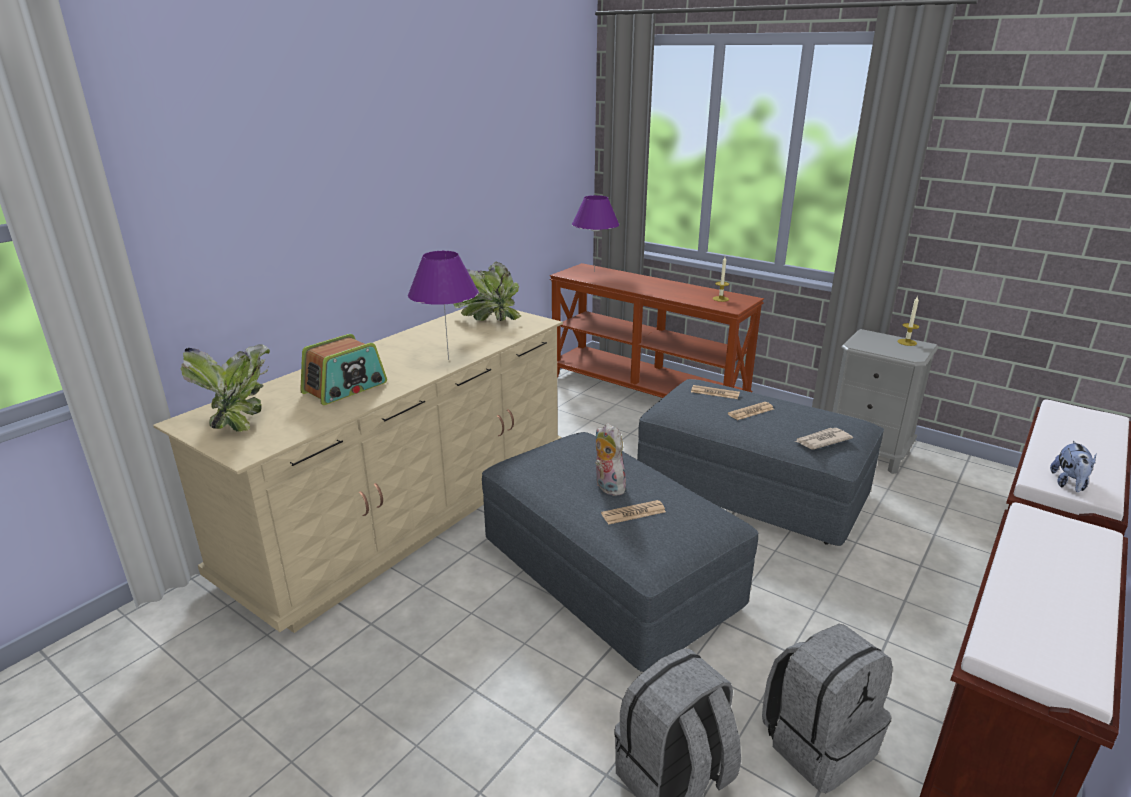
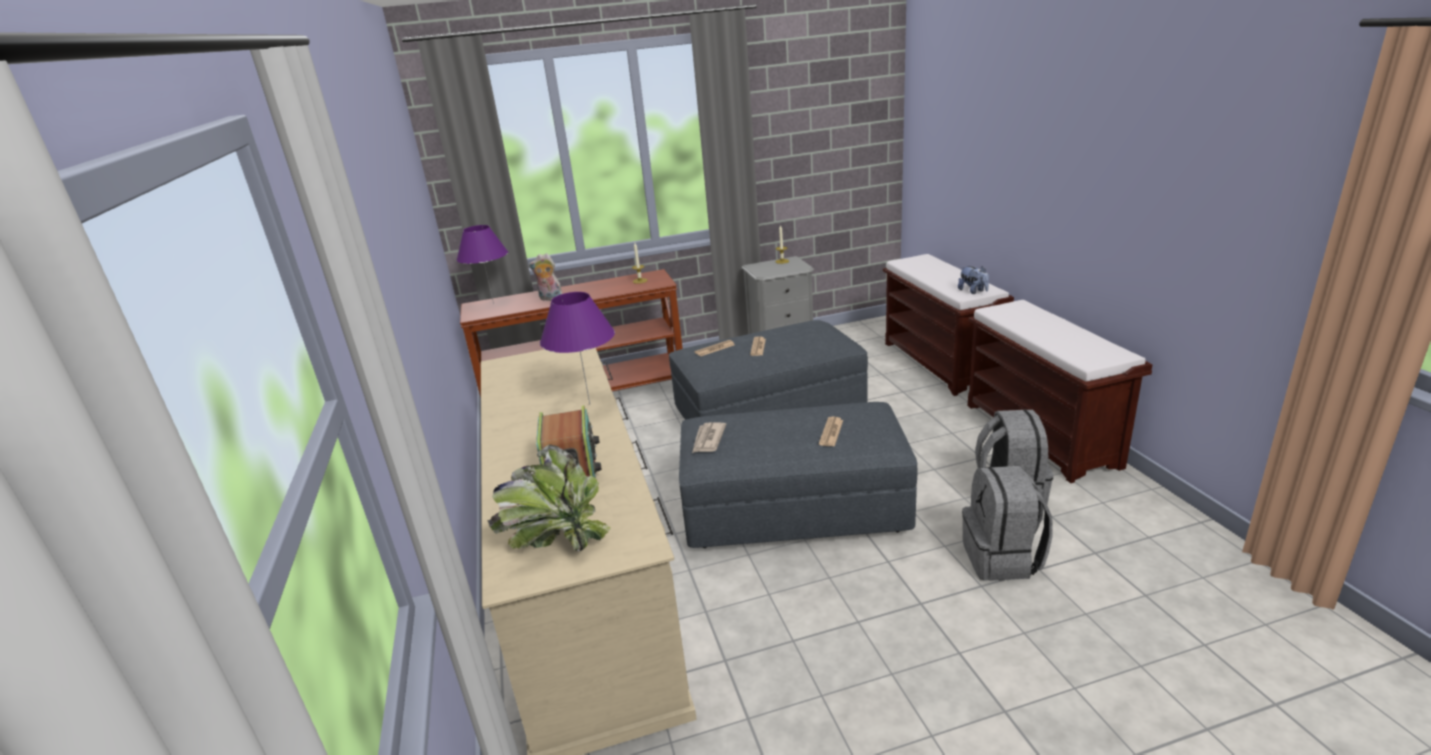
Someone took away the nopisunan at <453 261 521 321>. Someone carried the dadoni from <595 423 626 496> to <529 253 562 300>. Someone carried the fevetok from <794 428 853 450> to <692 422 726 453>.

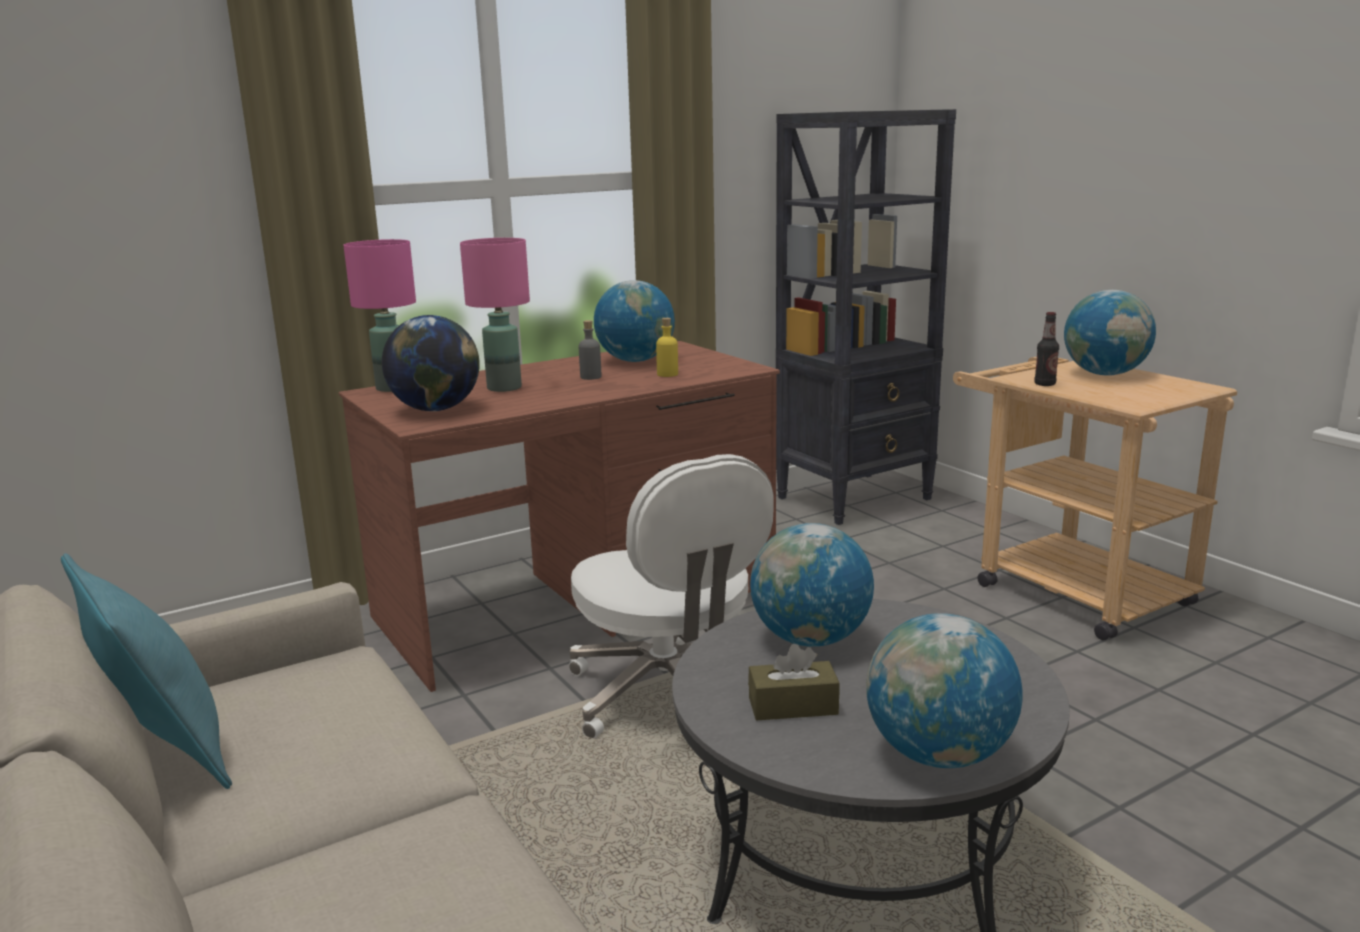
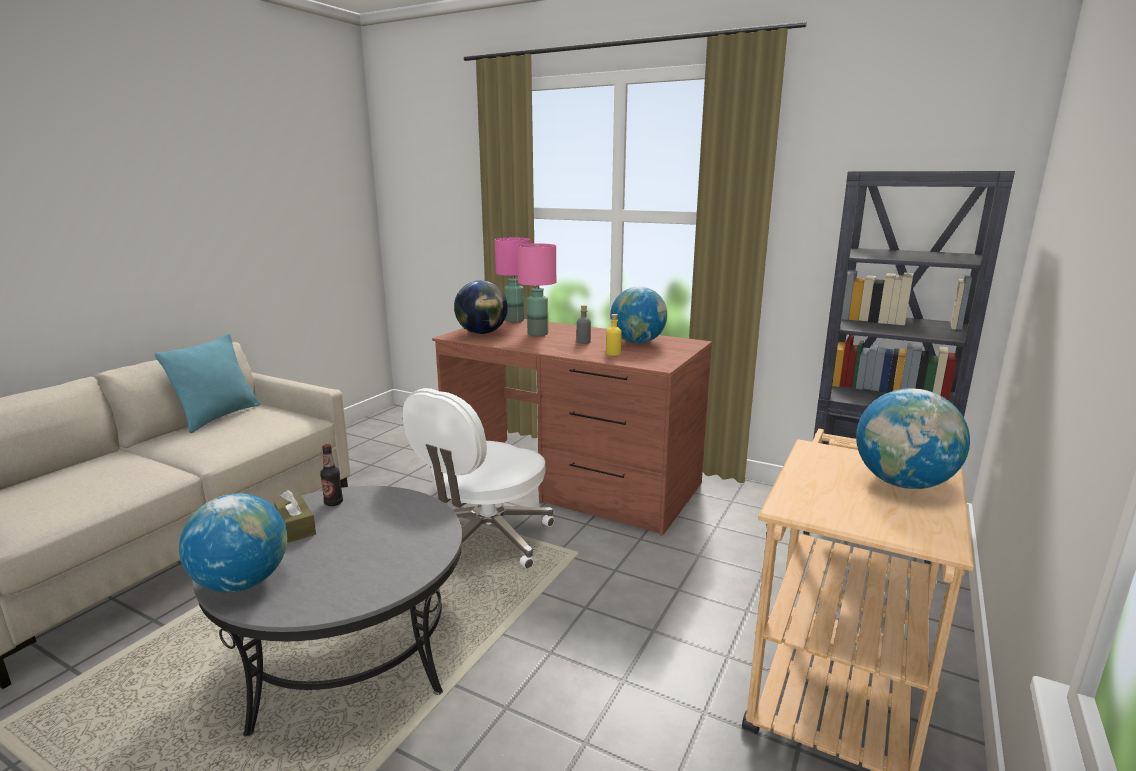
Someone carried the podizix from <1034 312 1059 386> to <320 444 343 506>. Someone took away the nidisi at <750 523 874 647>.

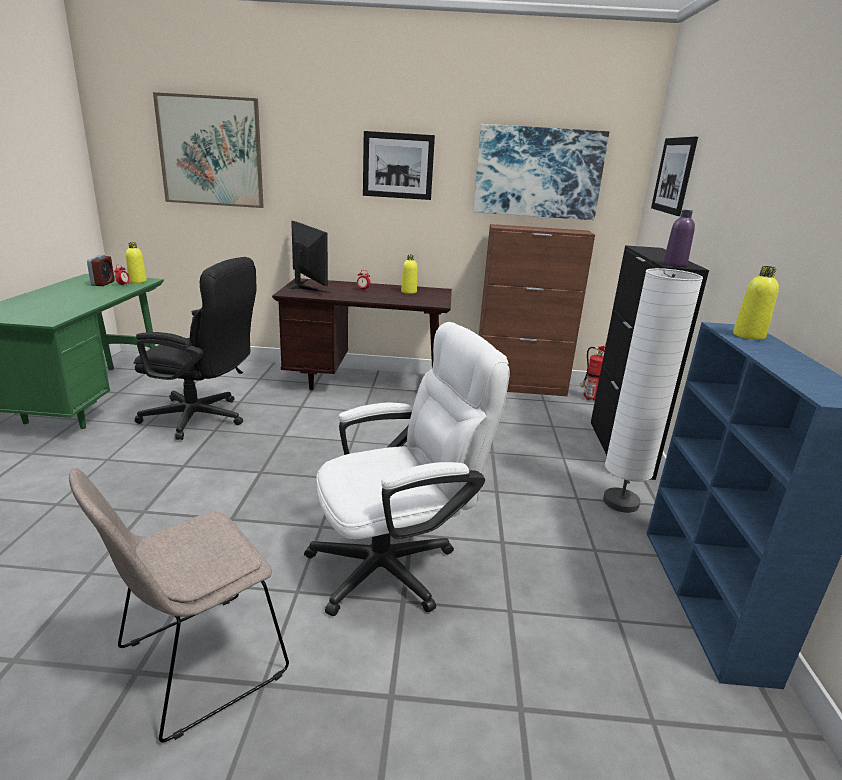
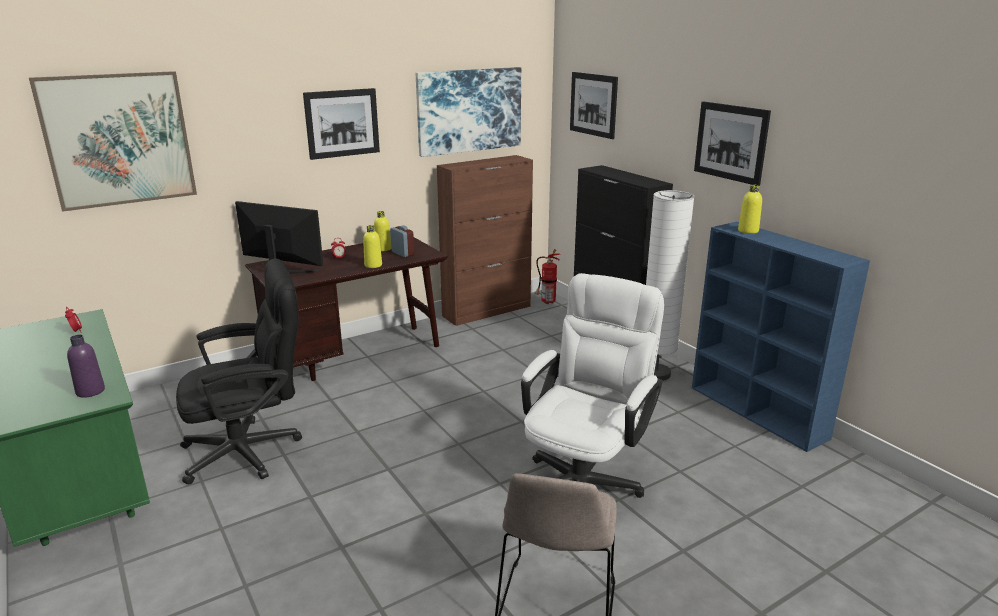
Someone carried the podizix (purple) from <663 210 695 267> to <67 335 105 398>. Someone carried the podizix (yellow) from <126 242 147 283> to <363 225 382 268>. Someone carried the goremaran from <87 255 115 286> to <390 225 414 257>. Someone put up the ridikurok at <694 102 771 186>.

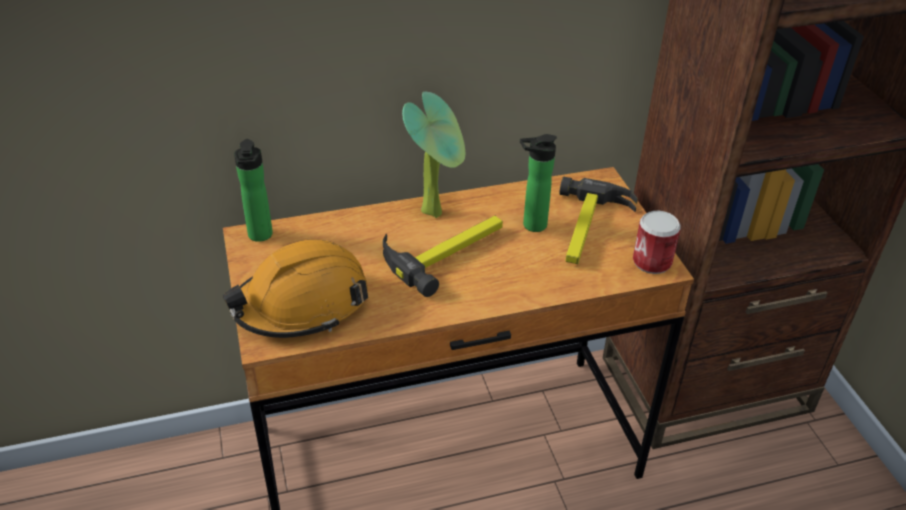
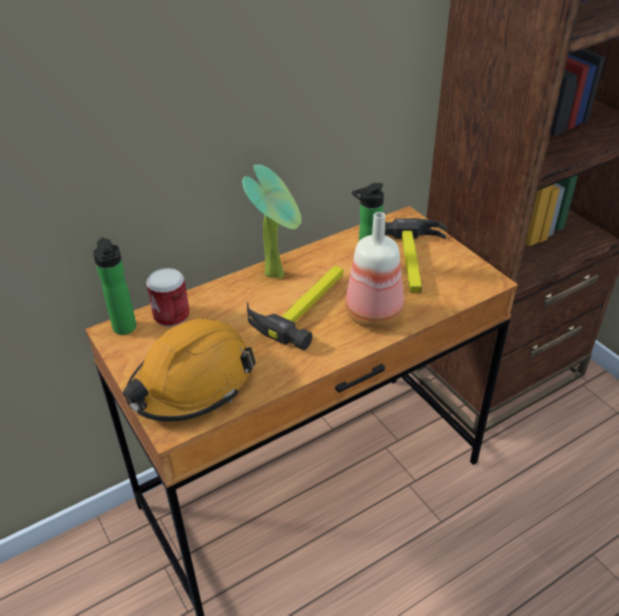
Someone carried the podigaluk from <633 211 681 274> to <146 268 190 327>. Someone put down the podizix at <345 212 404 328>.

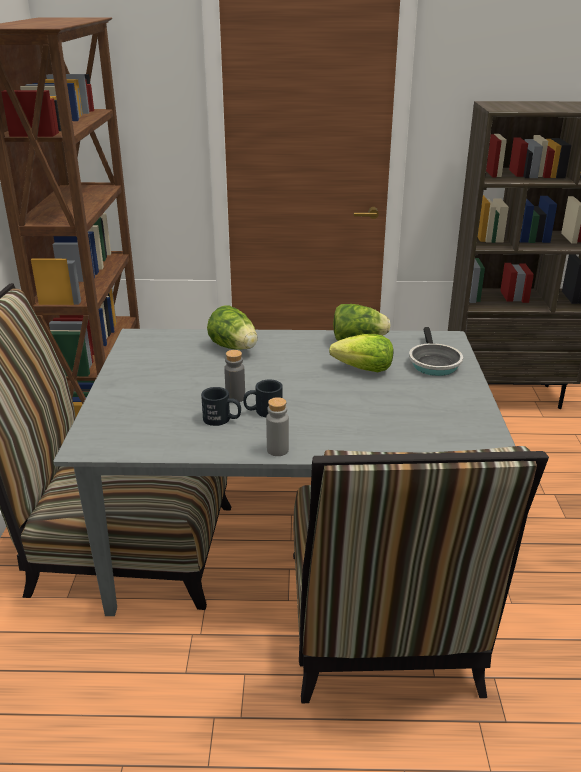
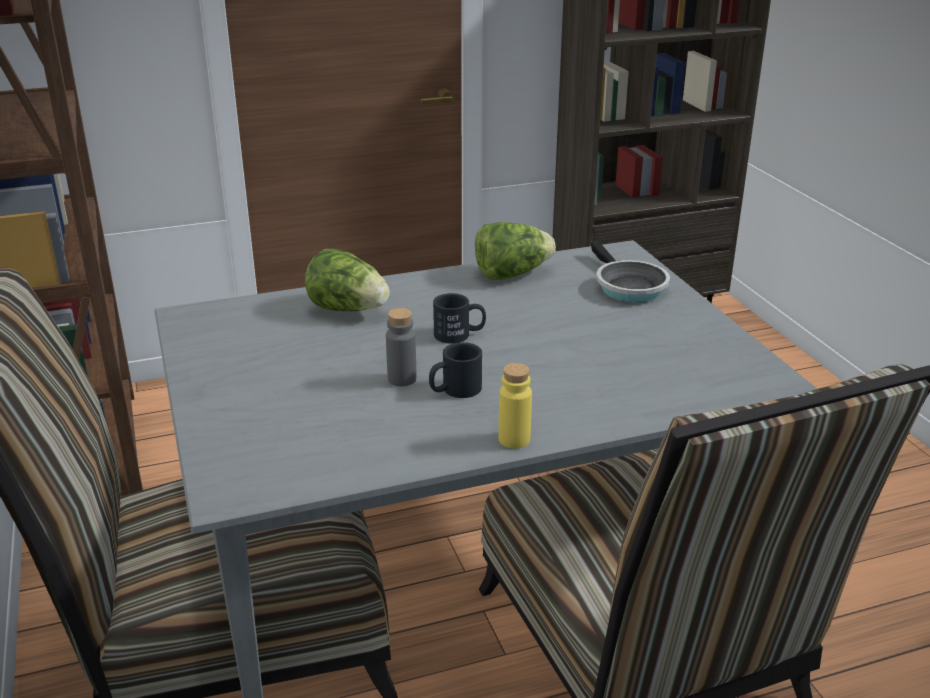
Someone took away the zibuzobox at <329 334 394 372>. Someone carried the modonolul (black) from <201 387 241 426> to <433 293 486 343>. Someone repainted the podizix (grey) at <266 397 289 456>, which became the podizix (yellow) at <499 363 532 449>.

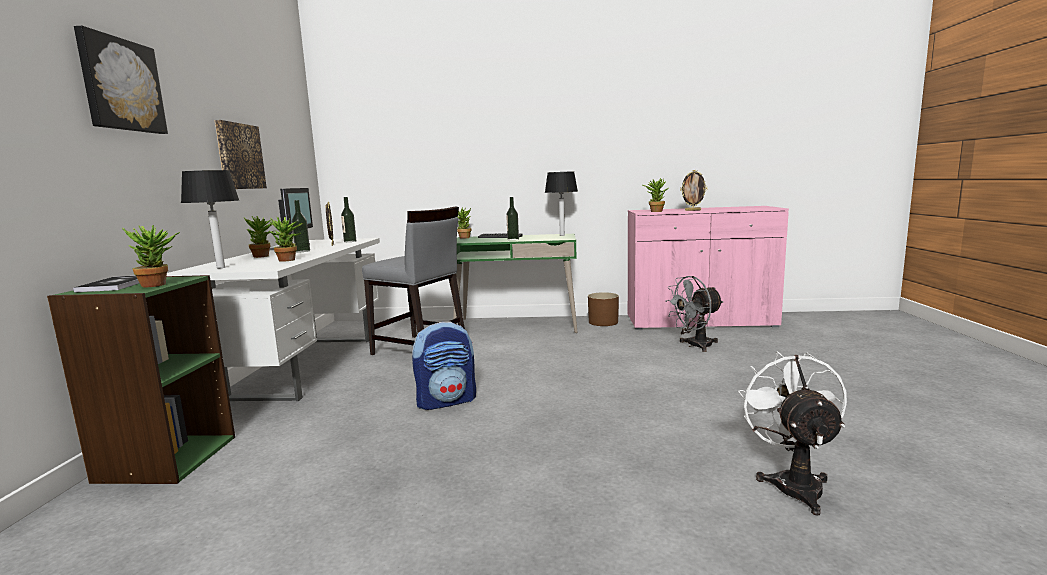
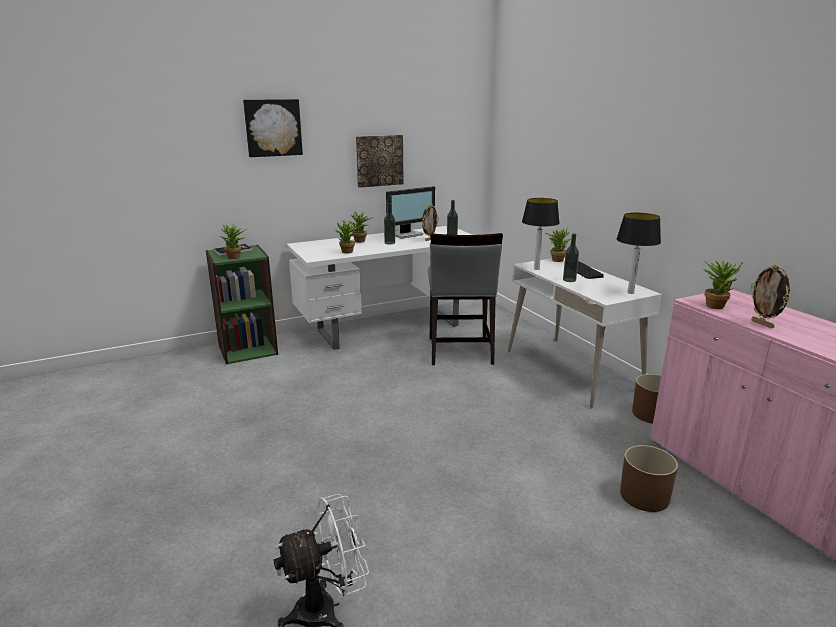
Someone carried the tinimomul from <181 170 239 269> to <522 198 560 270>. Someone repainted the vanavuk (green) at <453 234 578 333>, which became the vanavuk (white) at <508 257 662 408>. Someone swapped the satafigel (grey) at <665 276 723 352> for the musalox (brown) at <620 445 678 512>. Someone took away the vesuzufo at <412 322 476 410>.

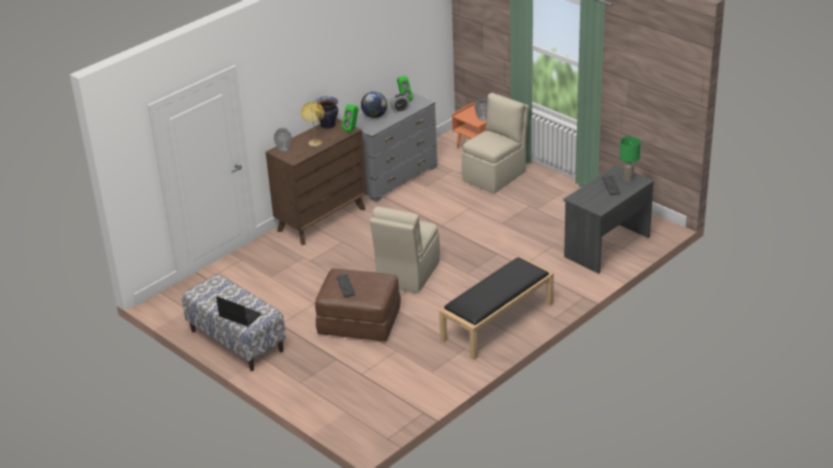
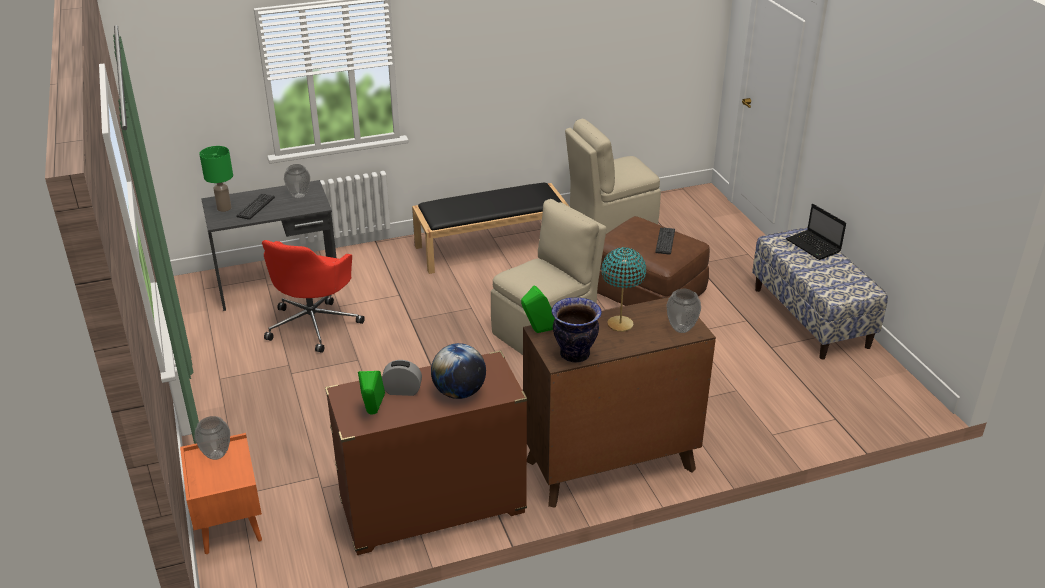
Someone repainted the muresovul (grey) at <355 92 438 202>, which became the muresovul (brown) at <325 351 527 555>. Someone carried the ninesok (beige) from <462 93 529 193> to <565 119 661 234>. Someone repainted the tinimomul (yellow) at <301 101 324 147>, which became the tinimomul (turquoise) at <602 247 646 332>. Someone put down the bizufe at <284 164 310 199>. Someone put down the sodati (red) at <262 240 365 353>.

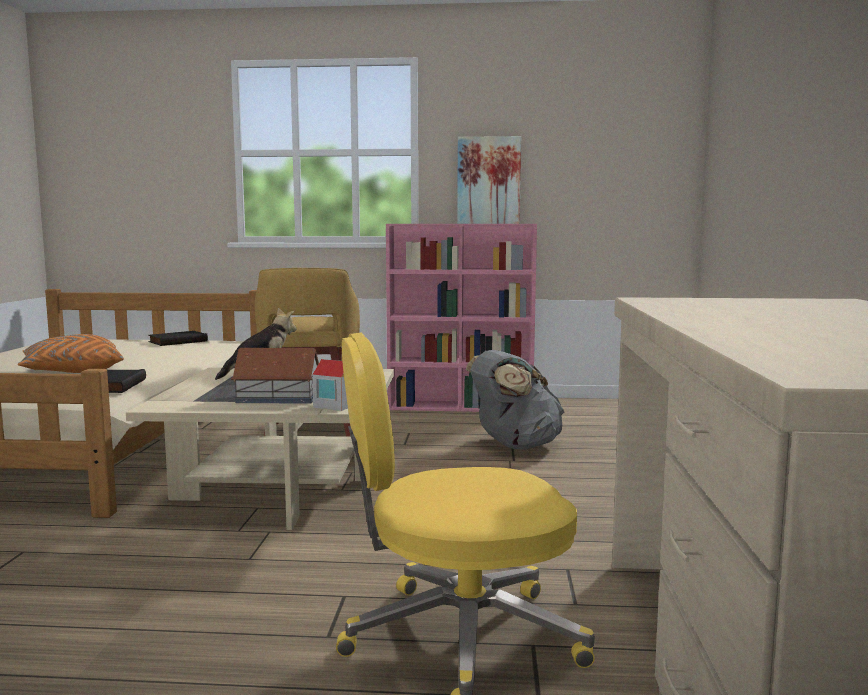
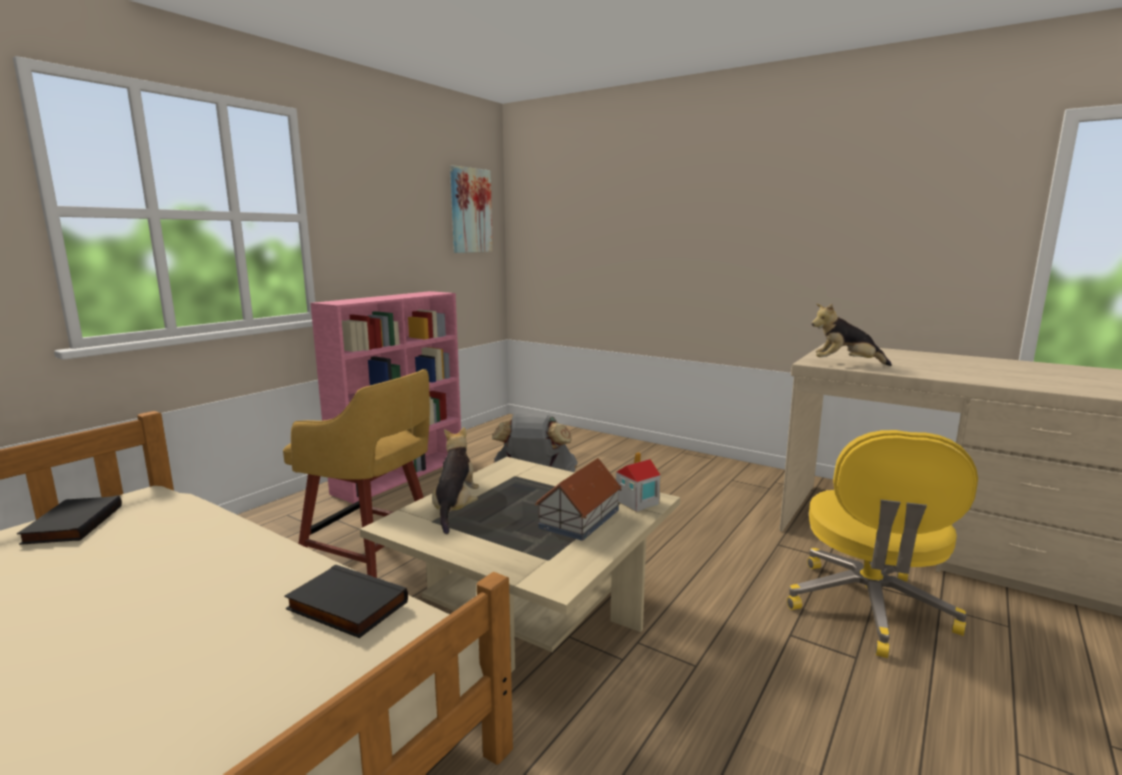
Someone carried the ridikurok from <457 136 521 224> to <450 165 493 253>. Someone took away the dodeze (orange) at <18 334 124 373>. Someone put down the dadoni at <811 303 892 366>.

